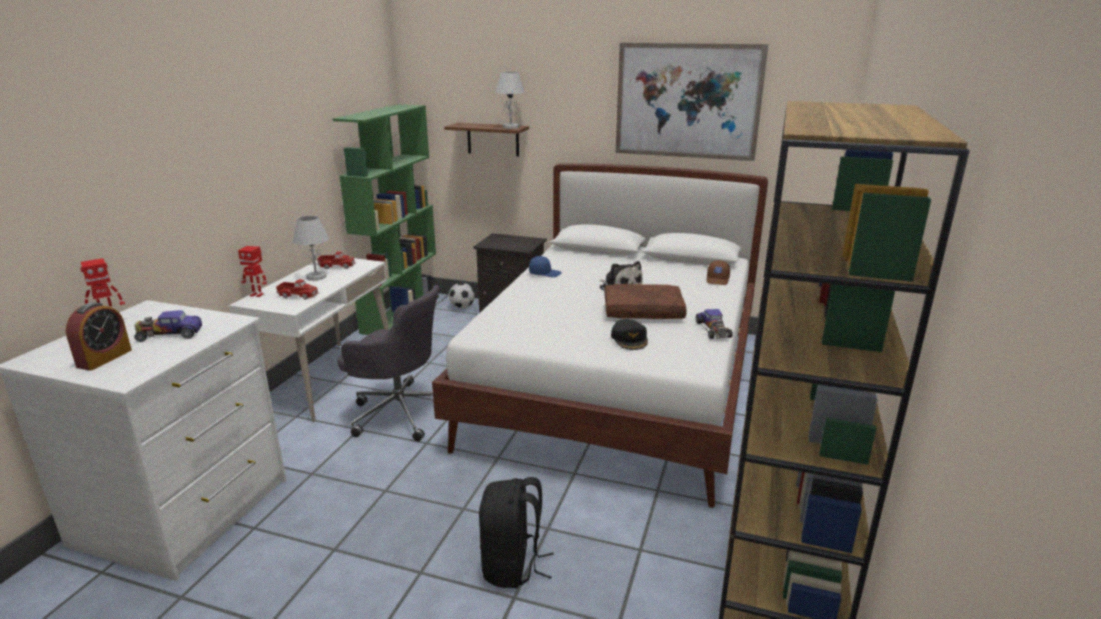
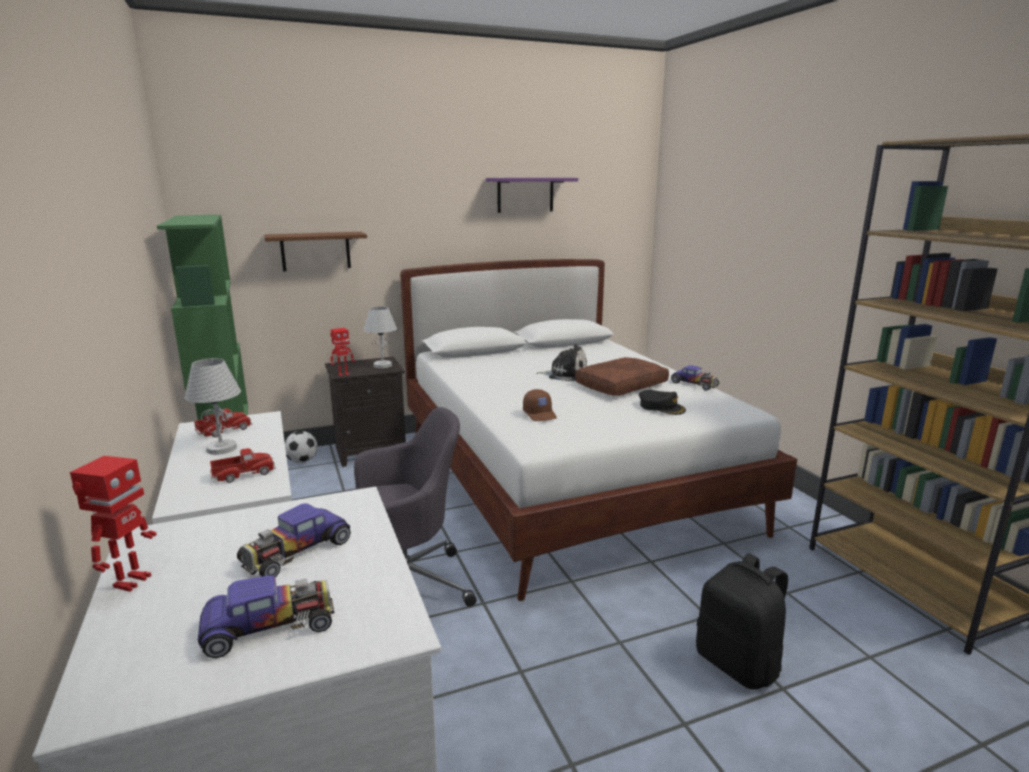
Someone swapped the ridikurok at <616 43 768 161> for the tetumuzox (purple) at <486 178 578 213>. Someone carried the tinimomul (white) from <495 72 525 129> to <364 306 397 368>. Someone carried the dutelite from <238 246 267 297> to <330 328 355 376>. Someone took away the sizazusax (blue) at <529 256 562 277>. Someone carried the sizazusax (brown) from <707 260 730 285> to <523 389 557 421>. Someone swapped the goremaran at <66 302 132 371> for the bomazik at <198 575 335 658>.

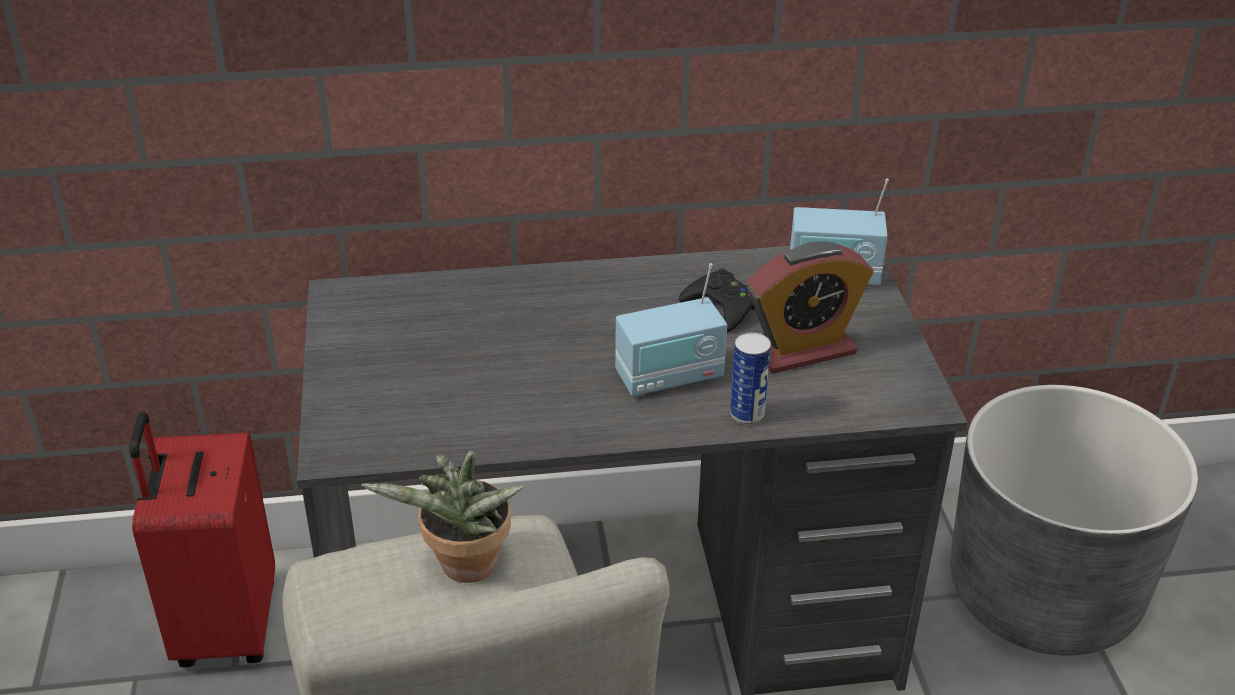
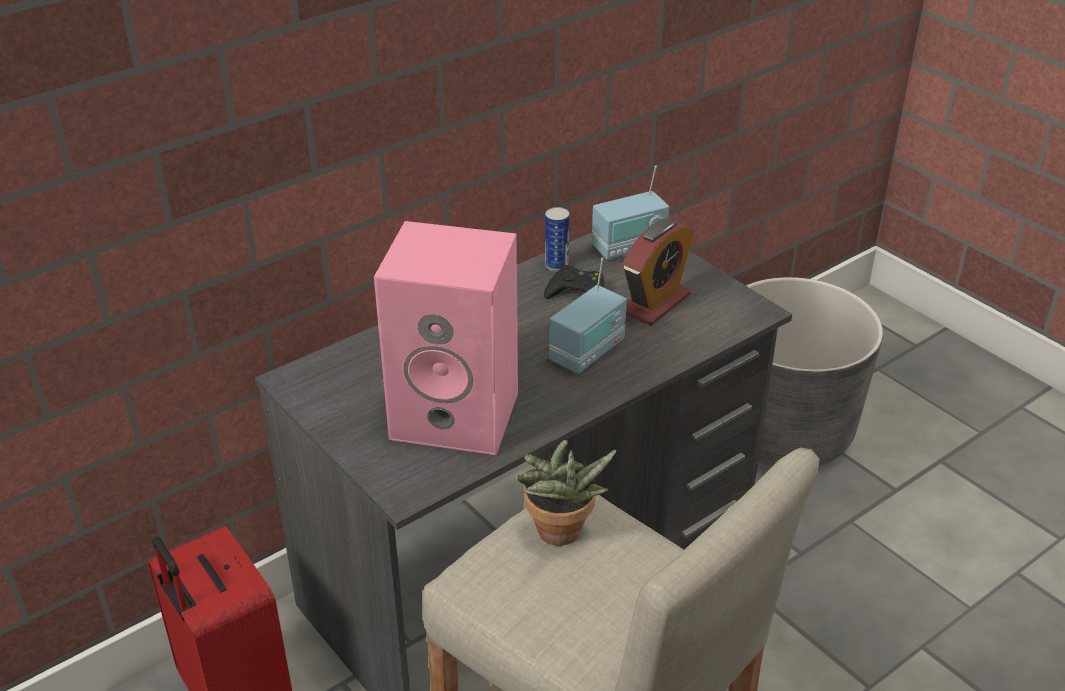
Someone carried the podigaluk from <730 332 771 425> to <545 207 569 272>. Someone put down the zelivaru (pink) at <374 221 518 455>.

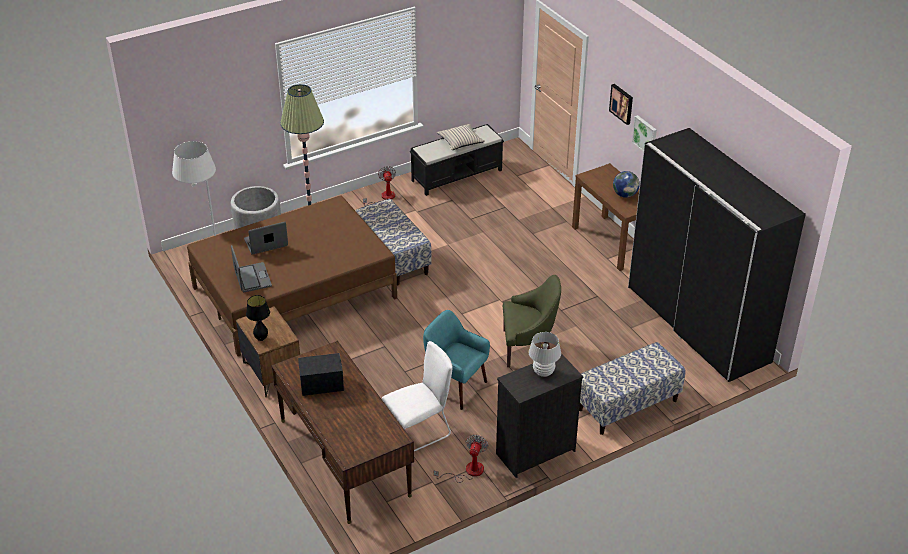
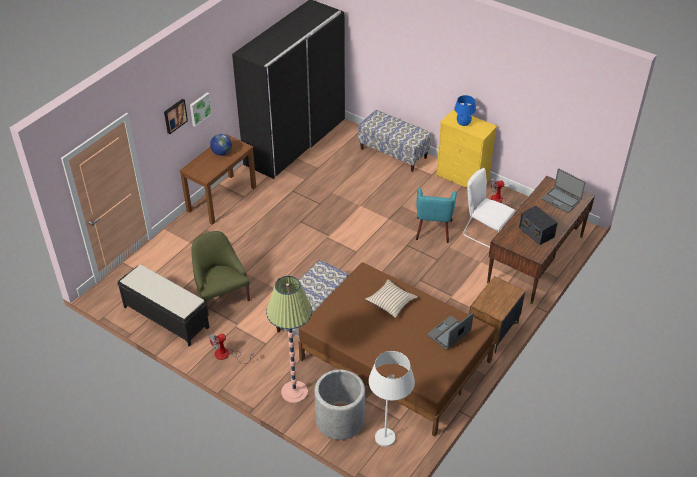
Someone carried the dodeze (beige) from <437 124 485 150> to <366 279 418 318>. Someone carried the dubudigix from <244 222 288 255> to <542 169 585 213>. Someone carried the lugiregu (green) from <503 275 561 367> to <191 231 250 316>. Someone took away the tinimomul (black) at <246 295 270 341>. Someone repainted the tinimomul (white) at <529 332 561 377>, which became the tinimomul (blue) at <454 95 476 126>. Someone repainted the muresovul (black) at <496 353 583 478>, which became the muresovul (yellow) at <436 109 497 188>.

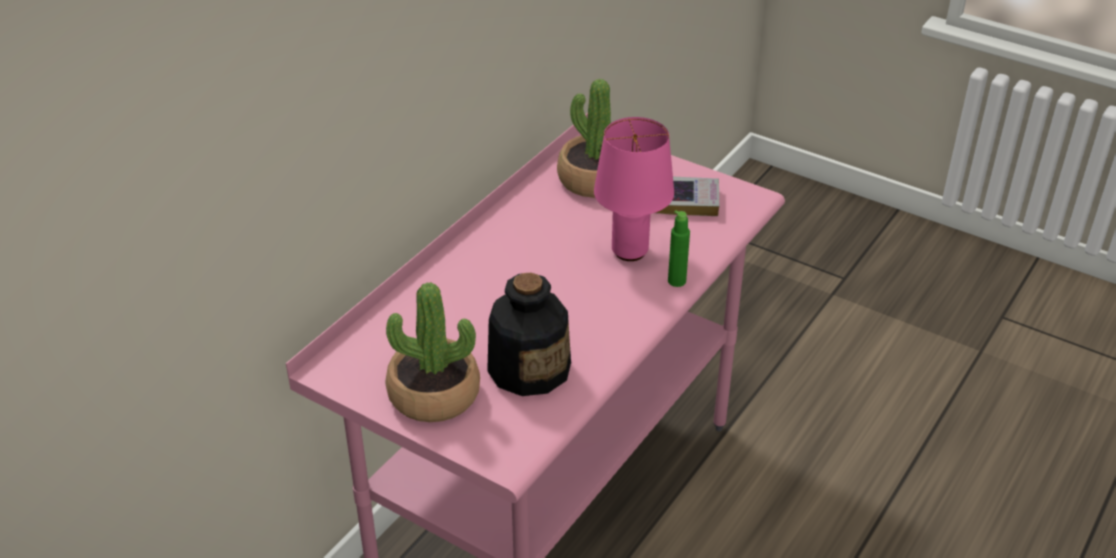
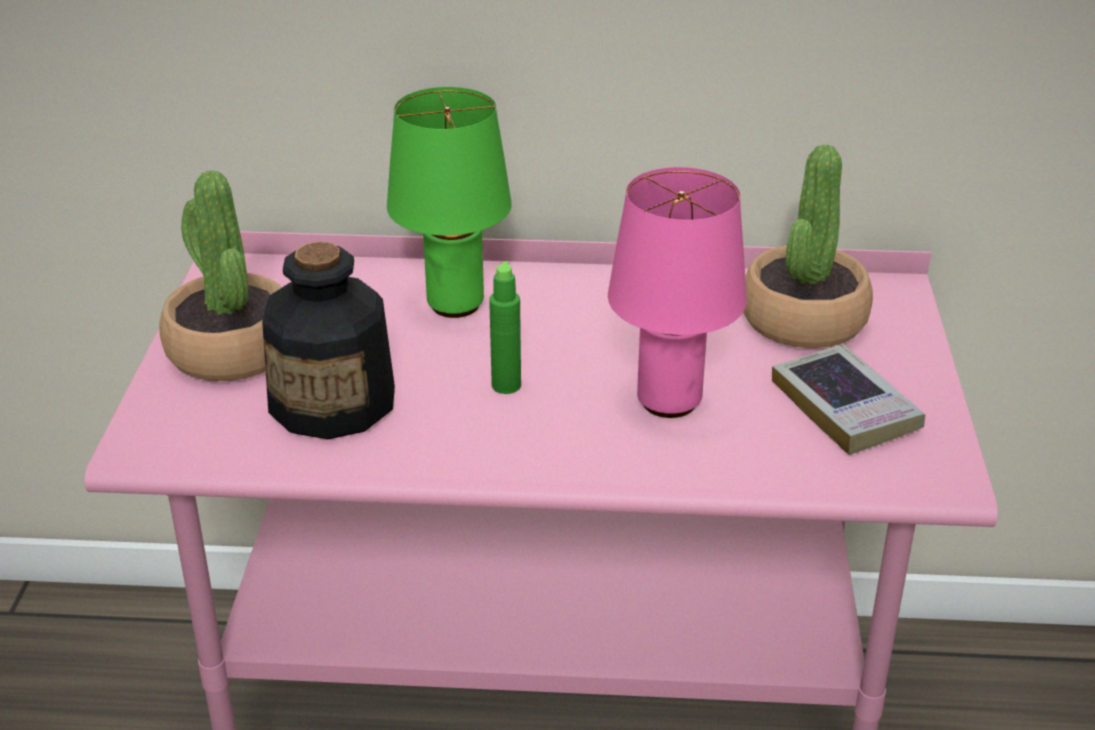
Someone carried the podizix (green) from <668 210 690 287> to <489 261 521 394>. Someone put down the tinimomul (green) at <387 87 512 318>.

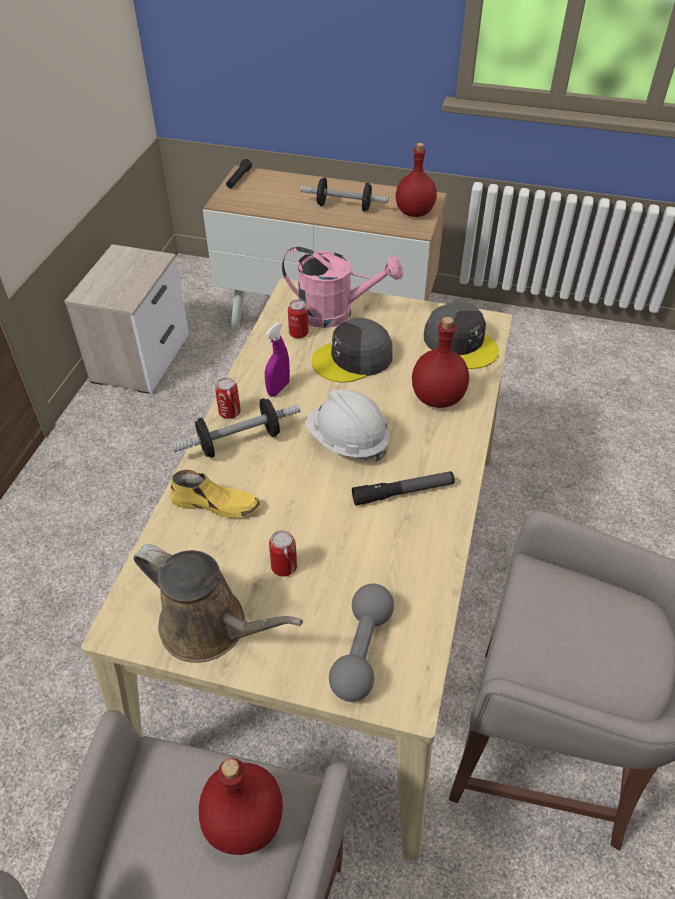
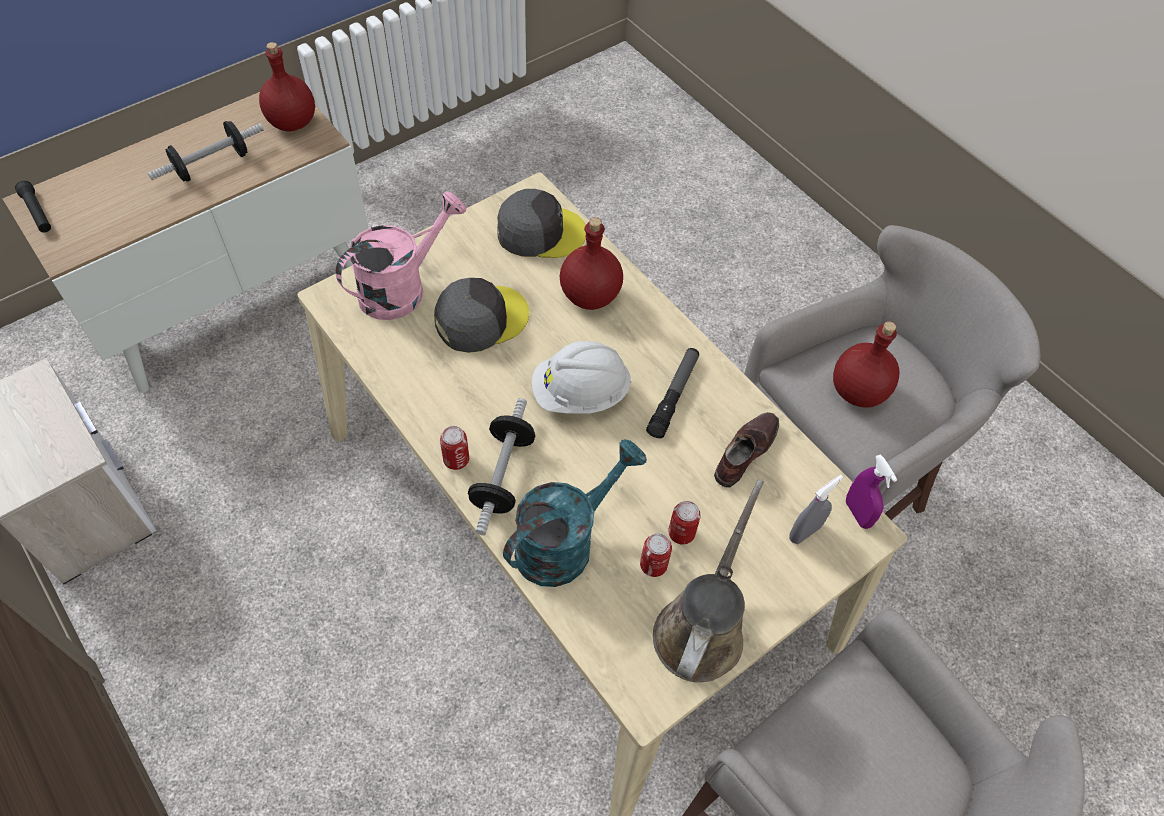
Someone carried the podigaluk from <288 300 309 338> to <640 533 672 577>. Someone rotated the sizazusax (grey) at <311 317 393 383> by 135 degrees counterclockwise. Someone carried the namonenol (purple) from <265 323 290 397> to <846 455 897 529>. Someone swapped the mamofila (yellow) at <171 469 260 518> for the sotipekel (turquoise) at <503 439 647 587>. Someone rotated the sotipekel (brown) at <134 544 303 663> by 45 degrees counterclockwise. Someone swapped the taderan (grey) at <329 583 394 702> for the namonenol (grey) at <789 475 843 544>. Someone carried the podizix (red) from <199 758 283 855> to <833 321 899 408>. Someone put down the mamofila (brown) at <714 412 779 488>.

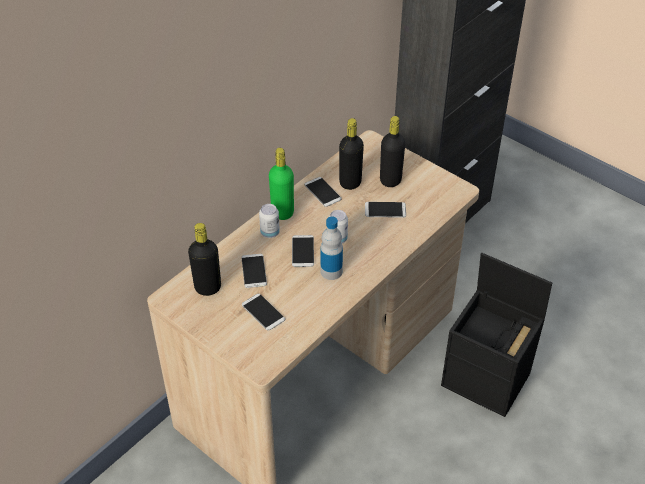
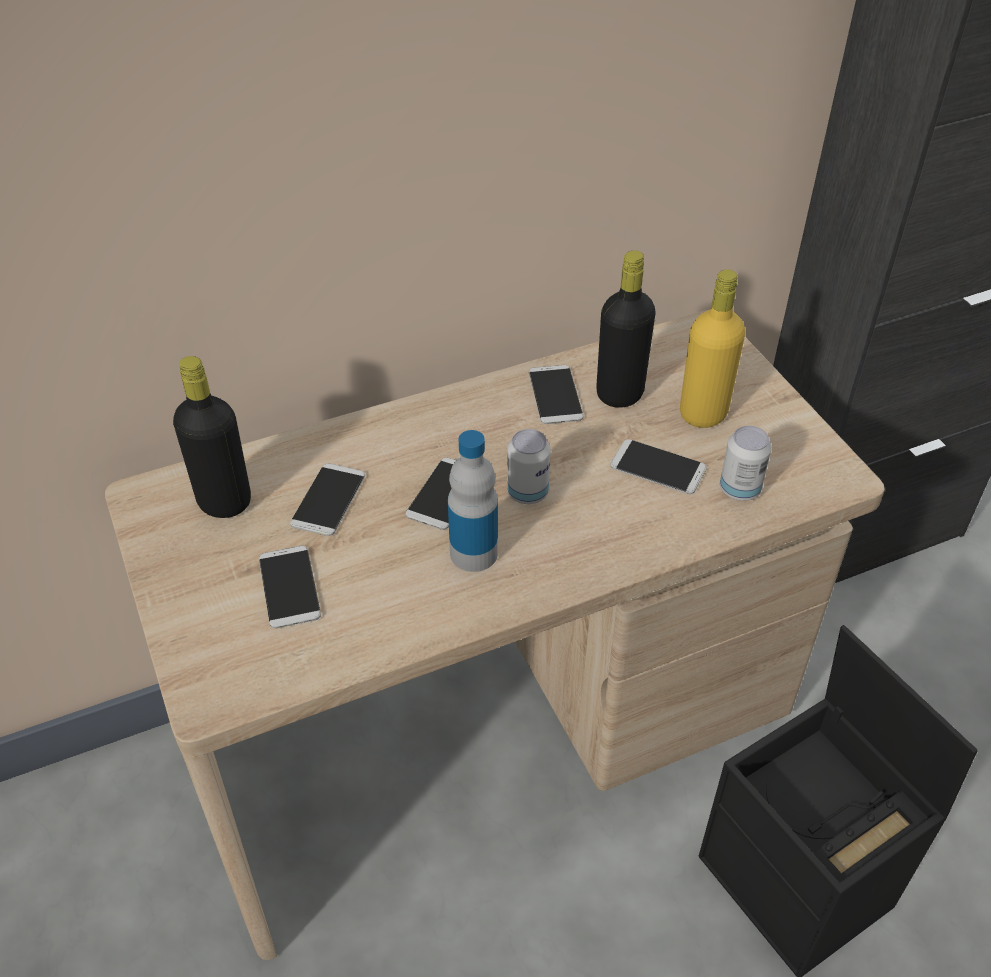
Someone repainted the podizix (black) at <380 116 405 187>, which became the podizix (yellow) at <680 269 745 428>. Someone took away the podizix (green) at <269 148 294 220>. Someone carried the podigaluk from <259 204 280 238> to <720 426 771 501>.

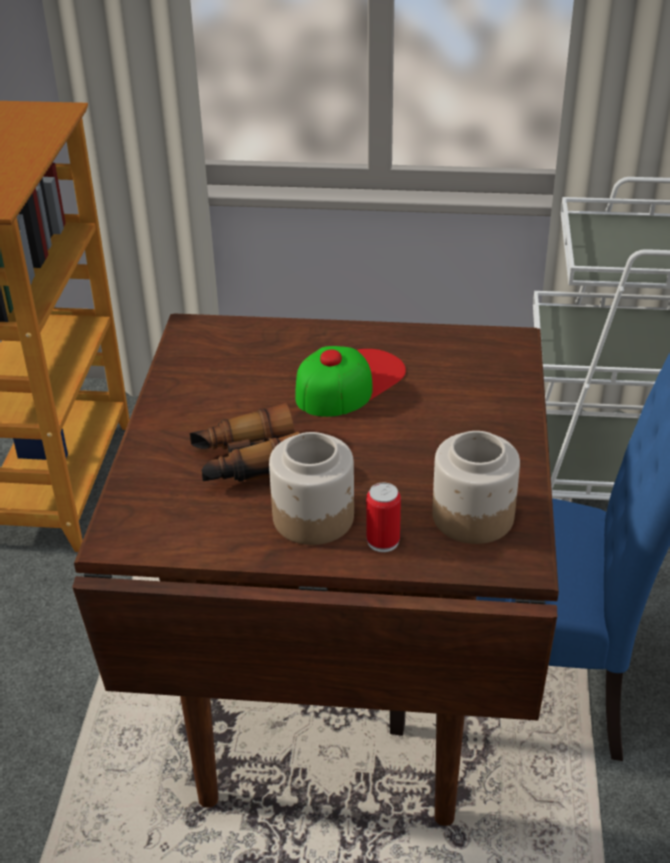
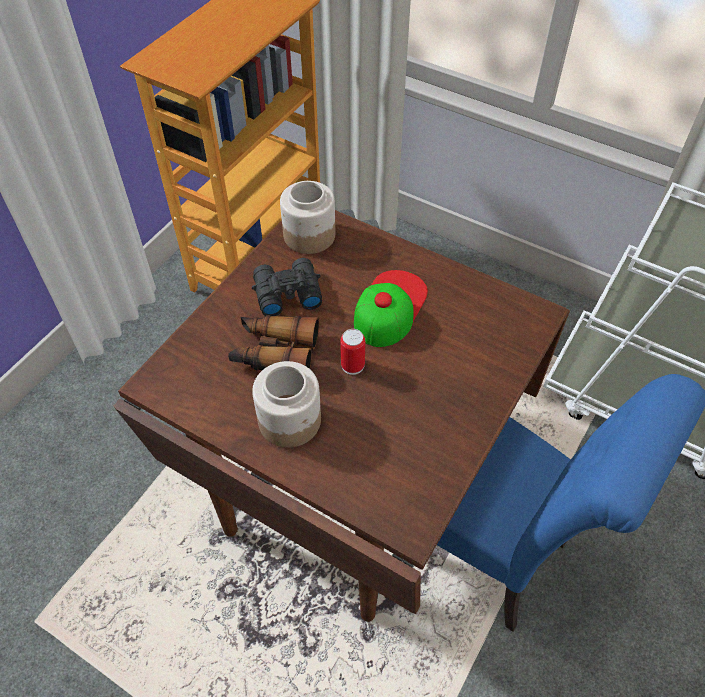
Someone rotated the sizazusax at <295 346 406 417> by 45 degrees counterclockwise. Someone carried the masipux from <432 431 520 544> to <280 181 335 254>. Someone carried the podigaluk from <366 483 401 552> to <340 329 365 375>. Someone put down the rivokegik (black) at <252 258 322 316>.

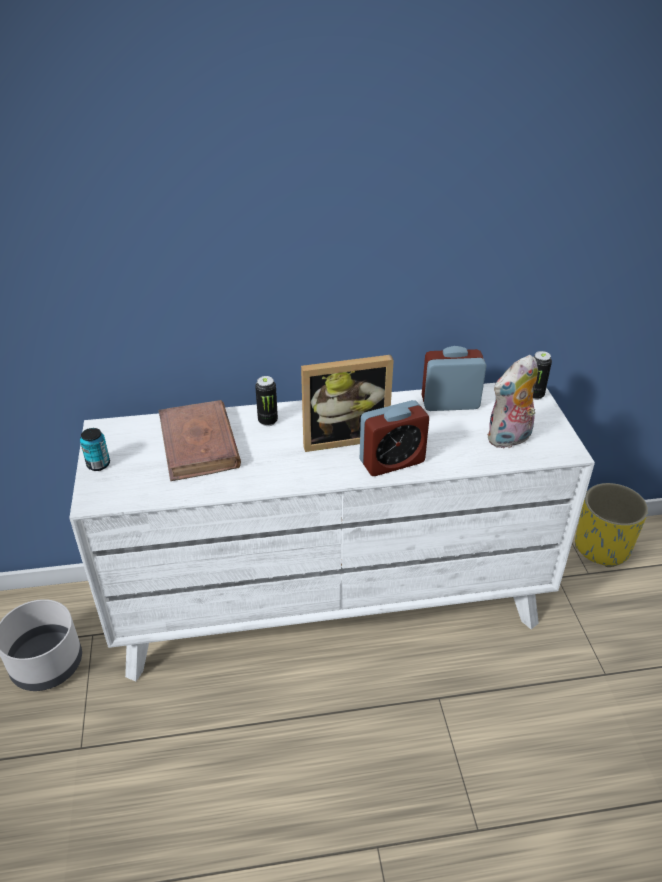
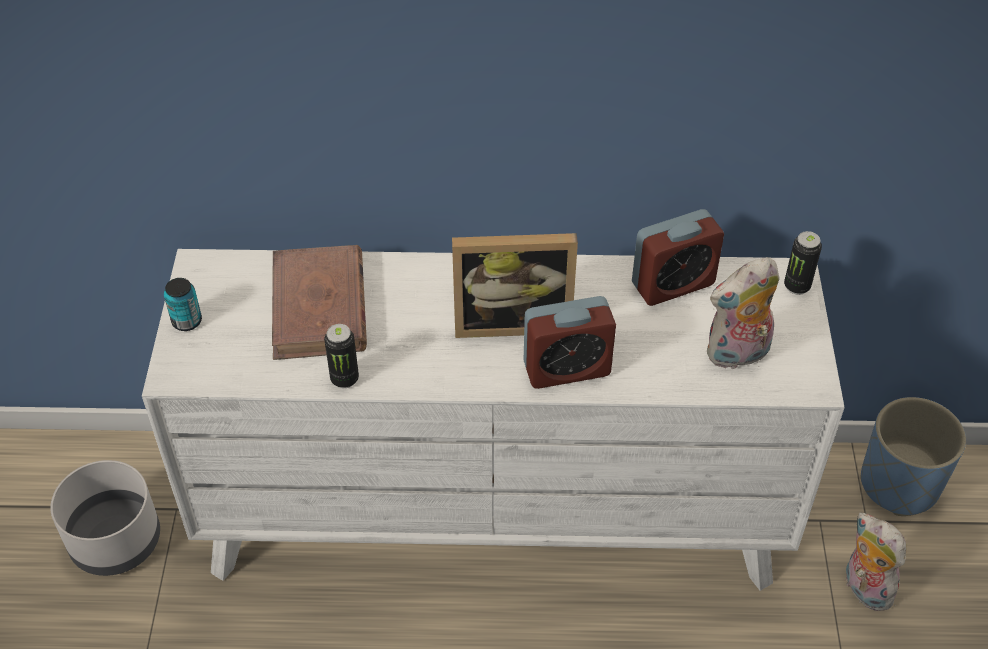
Someone rotated the goremaran at <422 346 487 411> by 150 degrees clockwise. Someone carried the podigaluk from <255 376 278 426> to <324 324 359 388>. Someone repainted the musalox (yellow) at <575 483 648 567>, which became the musalox (blue) at <861 397 966 516>. Someone put down the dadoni at <846 512 907 611>.

